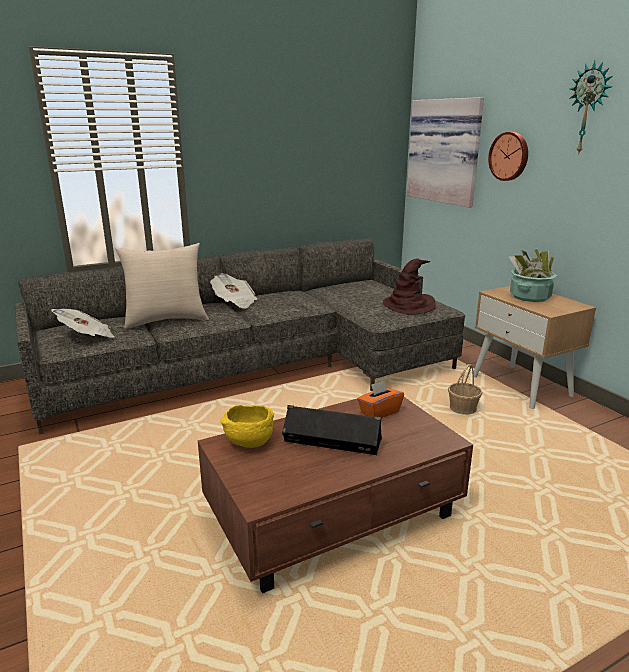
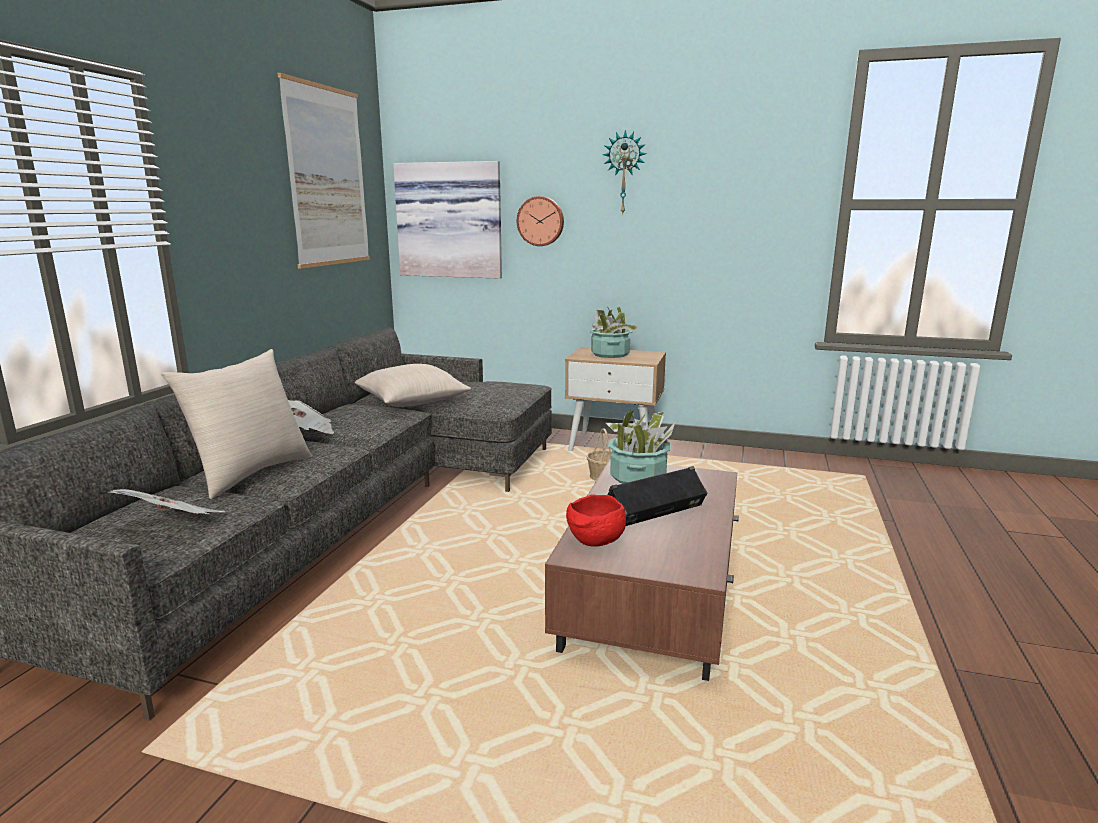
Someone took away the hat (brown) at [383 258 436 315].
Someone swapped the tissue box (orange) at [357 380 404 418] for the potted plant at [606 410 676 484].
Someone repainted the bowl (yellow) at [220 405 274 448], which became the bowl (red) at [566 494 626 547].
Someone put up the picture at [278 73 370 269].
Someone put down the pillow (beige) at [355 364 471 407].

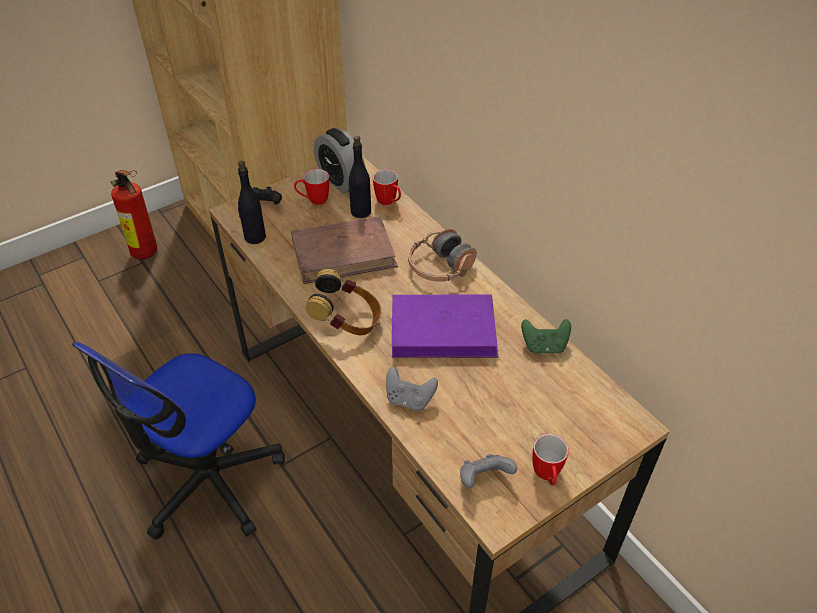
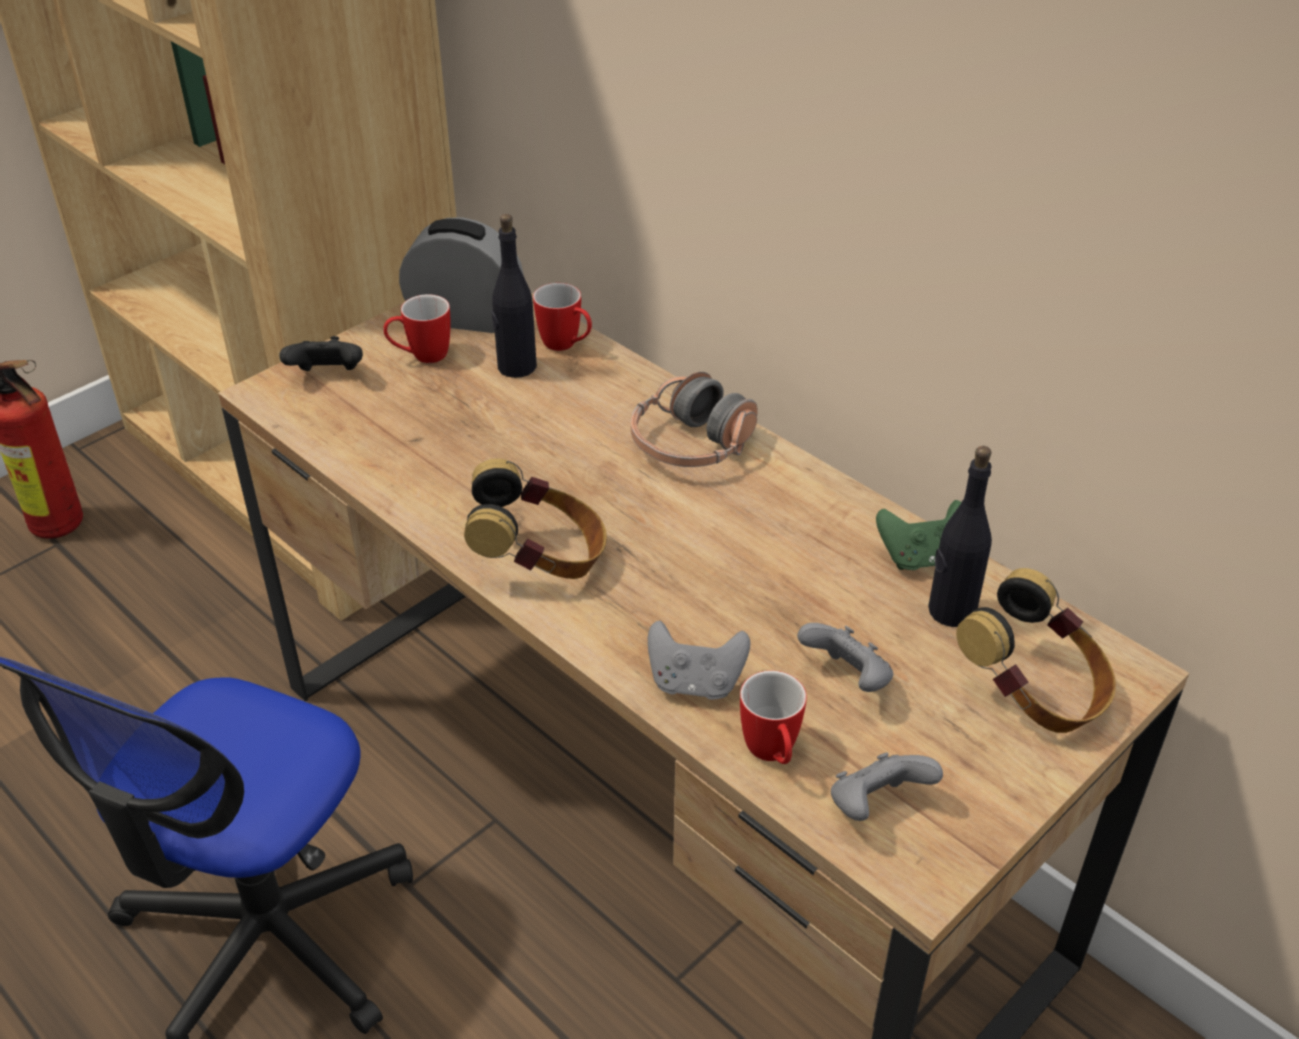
Someone rotated the alarm clock at [314 128 366 194] by 150 degrees clockwise.
Someone carried the bottle (black) from [238 161 266 244] to [928 446 992 627].
Someone took away the book (brown) at [291 216 398 284].
Someone took away the book (purple) at [392 295 498 358].
Someone carried the mug from [533 434 569 486] to [740 670 807 764].
Someone put down the headphones at [956 568 1116 733].
Someone put down the game controller (grey) at [797 623 893 692].

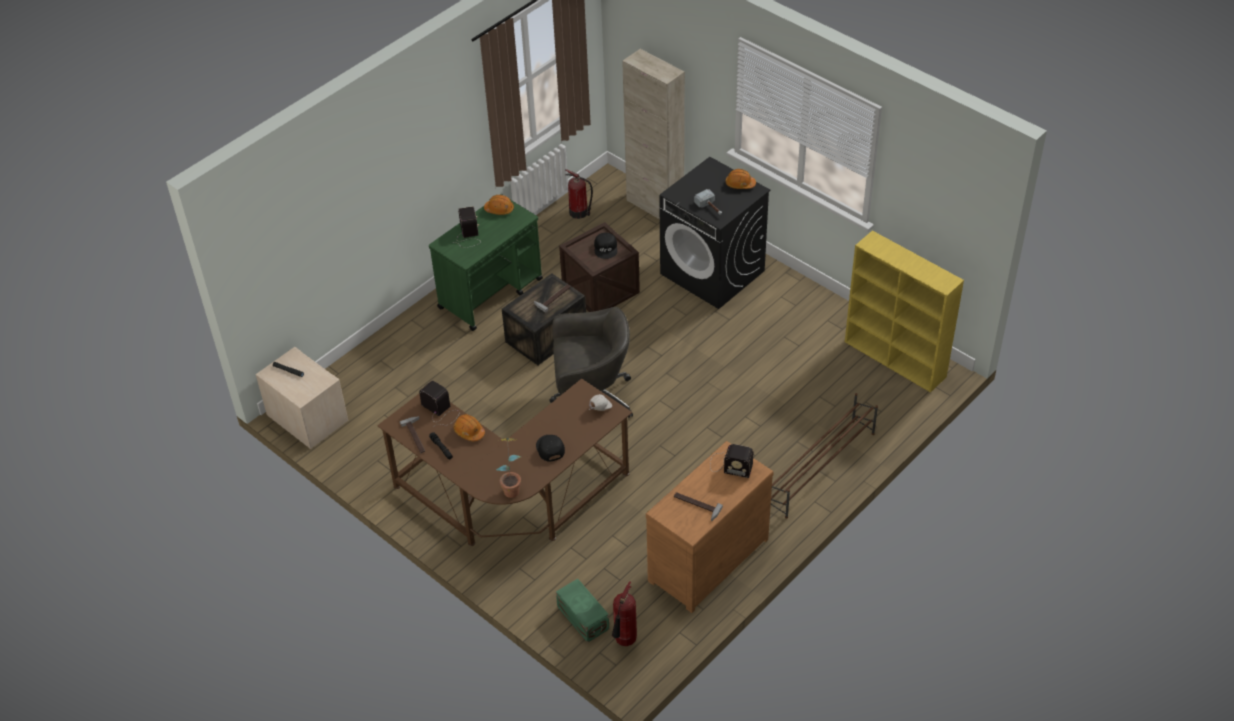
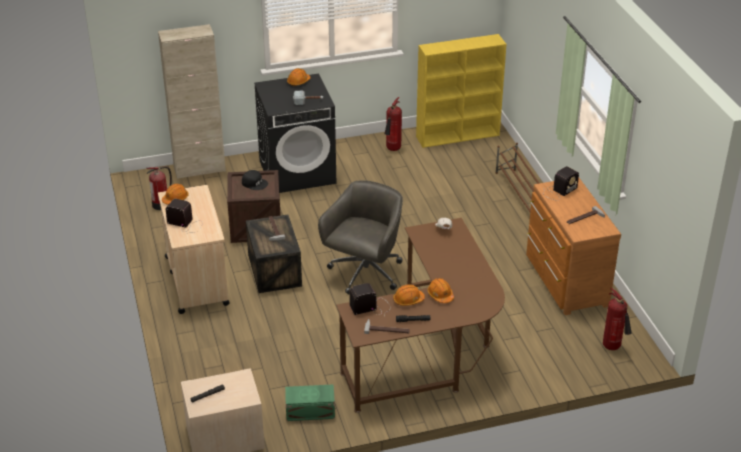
Someone repainted the cart (green) at [429 194 543 331], which became the cart (beige) at [158 185 230 314].
Someone took away the cap (black) at [536 435 565 461].
Someone took away the potted plant at [496 438 521 498].
Someone carried the storage box (green) from [556 579 609 643] to [285 384 335 421].
Someone put down the fire extinguisher at [384 97 402 151].
Someone put down the hard hat (orange) at [427 278 454 303].

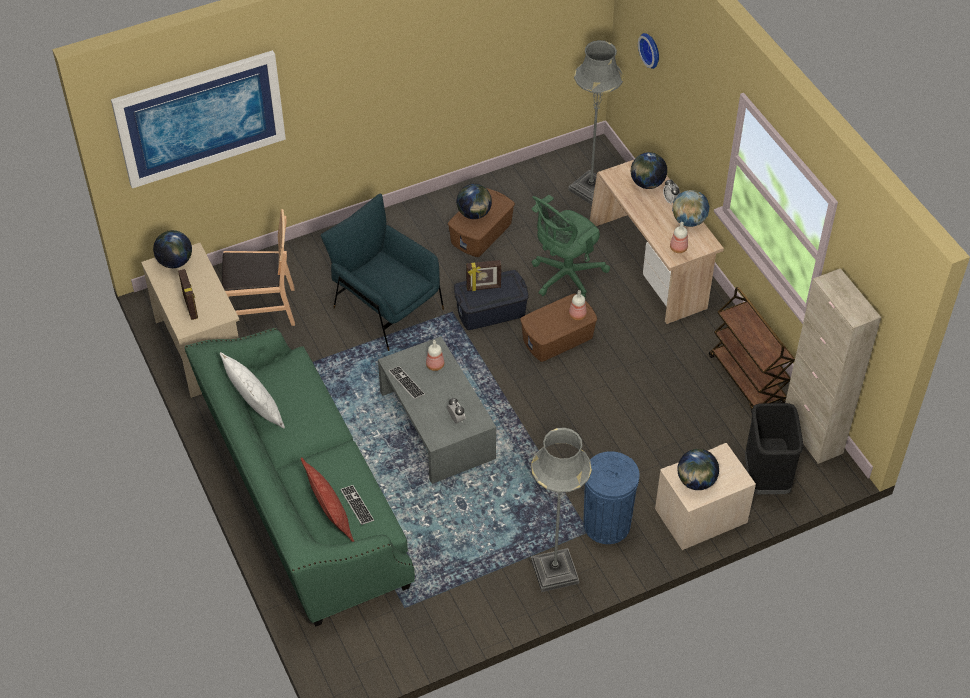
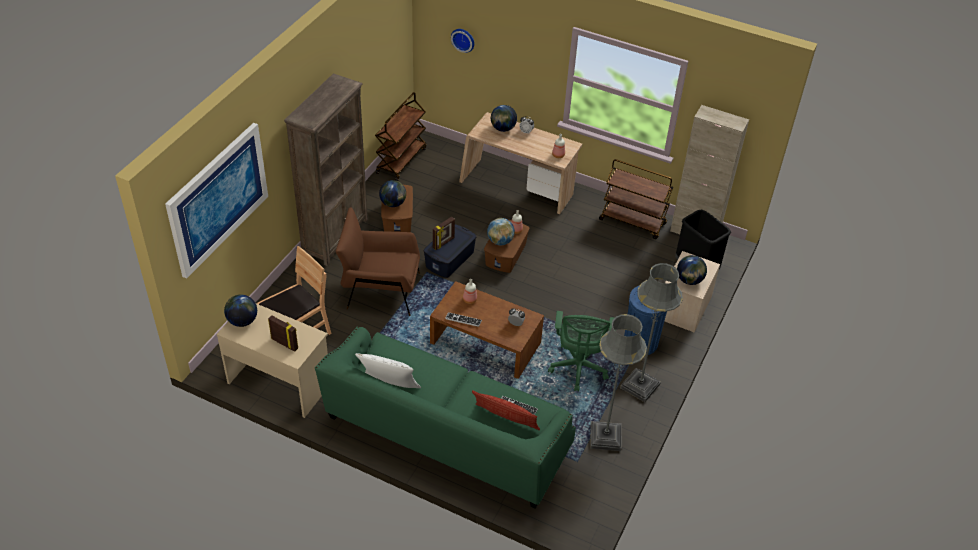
Someone carried the floor lamp (grey) from [568 40 624 205] to [590 314 647 451].
Someone carried the globe from [672 190 710 227] to [487 218 515 245].
Someone repainted the armchair (blue) at [321 194 444 351], which became the armchair (brown) at [336 207 420 316].
Someone carried the office chair (green) from [531 195 610 298] to [548 311 615 392].
Someone repainted the coffee table (grey) at [378 336 496 484], which became the coffee table (brown) at [430 281 544 379].
Someone put down the bookcase (brown) at [284 73 368 266].
Someone put down the cart (brown) at [375 92 426 181].

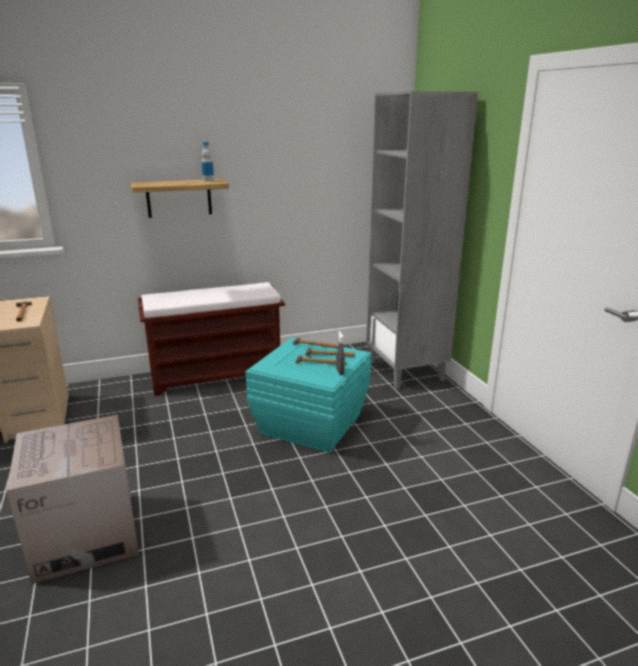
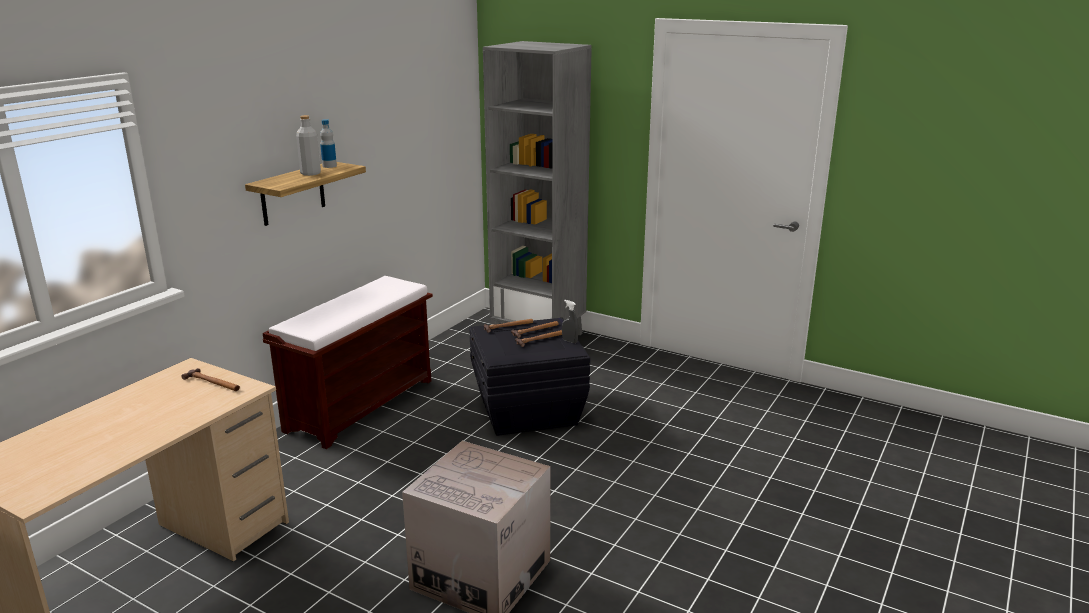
Someone repainted the storage box (turquoise) at [246 337 371 453], which became the storage box (black) at [469 318 590 436].
Someone put down the bottle (grey) at [296 115 321 176].

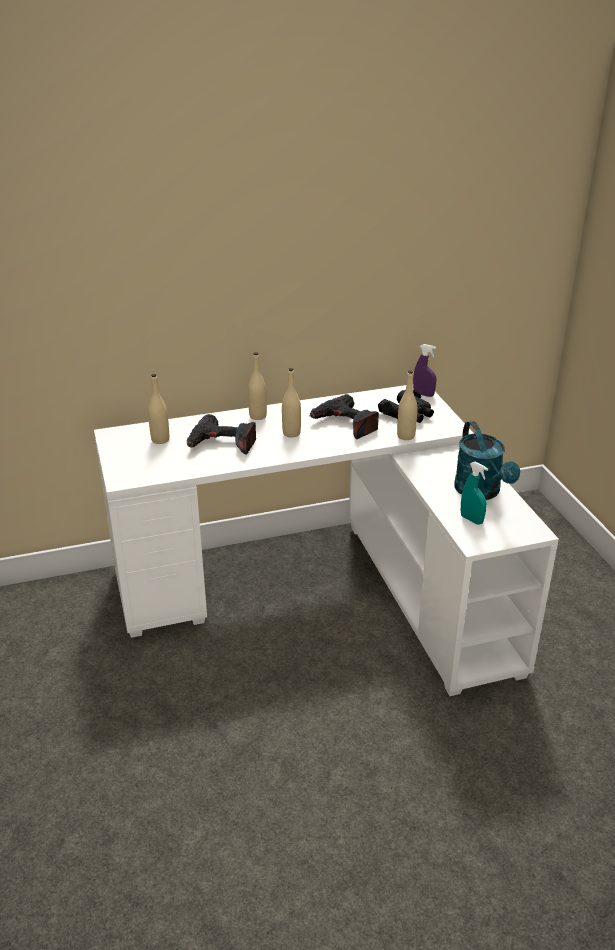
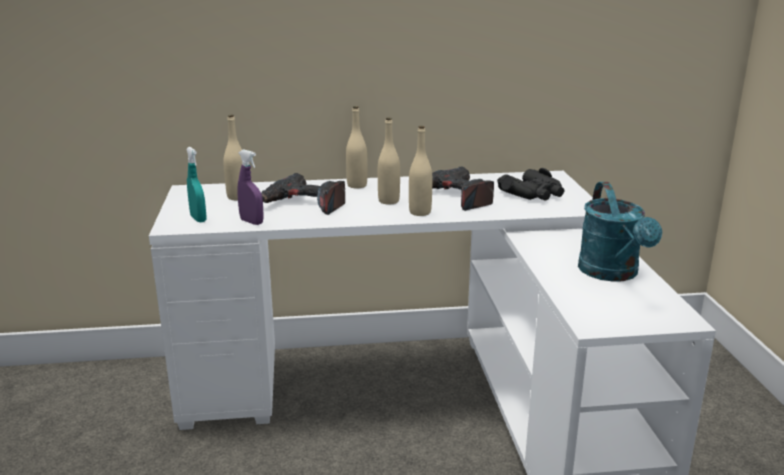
Someone carried the spray bottle (purple) from [413 344 436 397] to [237 149 264 225].
Someone carried the bottle (beige) from [397 371 418 440] to [409 126 432 216].
Someone carried the spray bottle (turquoise) from [461 462 488 525] to [186 147 206 223].

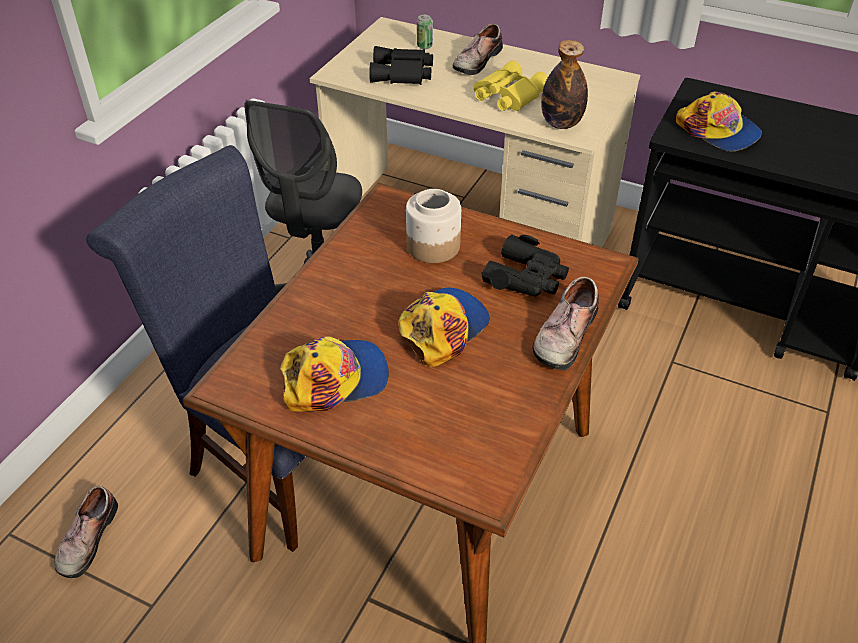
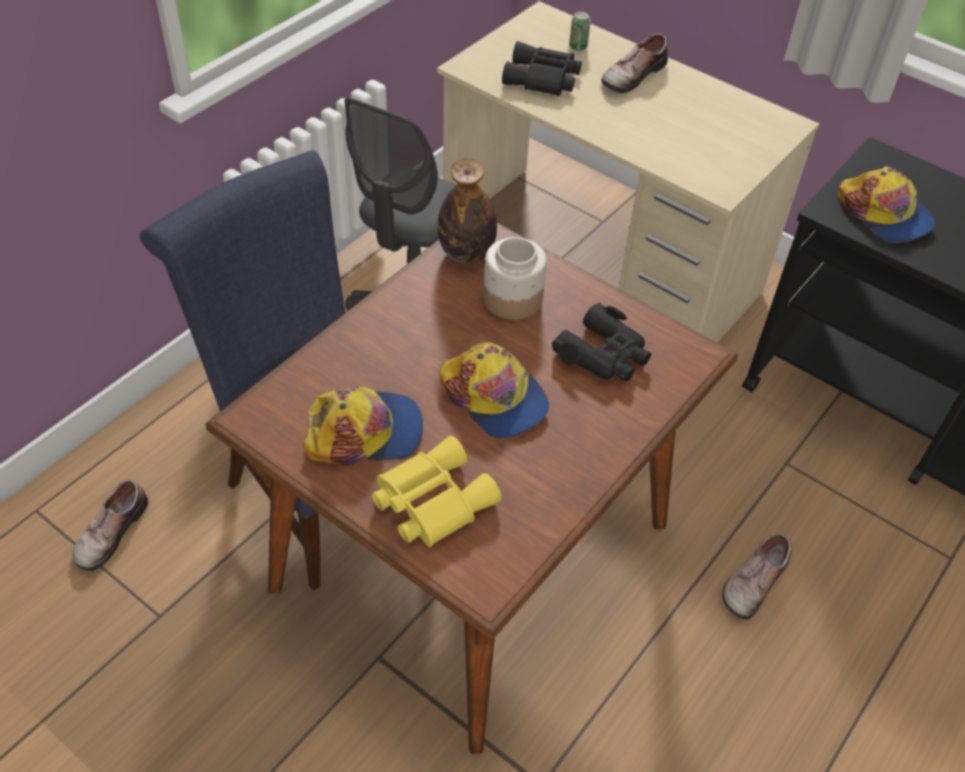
Someone carried the bottle from [541 40 588 129] to [438 158 497 264].
Someone carried the binoculars (yellow) from [474 60 548 111] to [372 436 501 548].
Someone carried the shoe from [532 277 599 370] to [722 533 791 620].
Someone rotated the cap at [399 287 490 367] by 90 degrees clockwise.

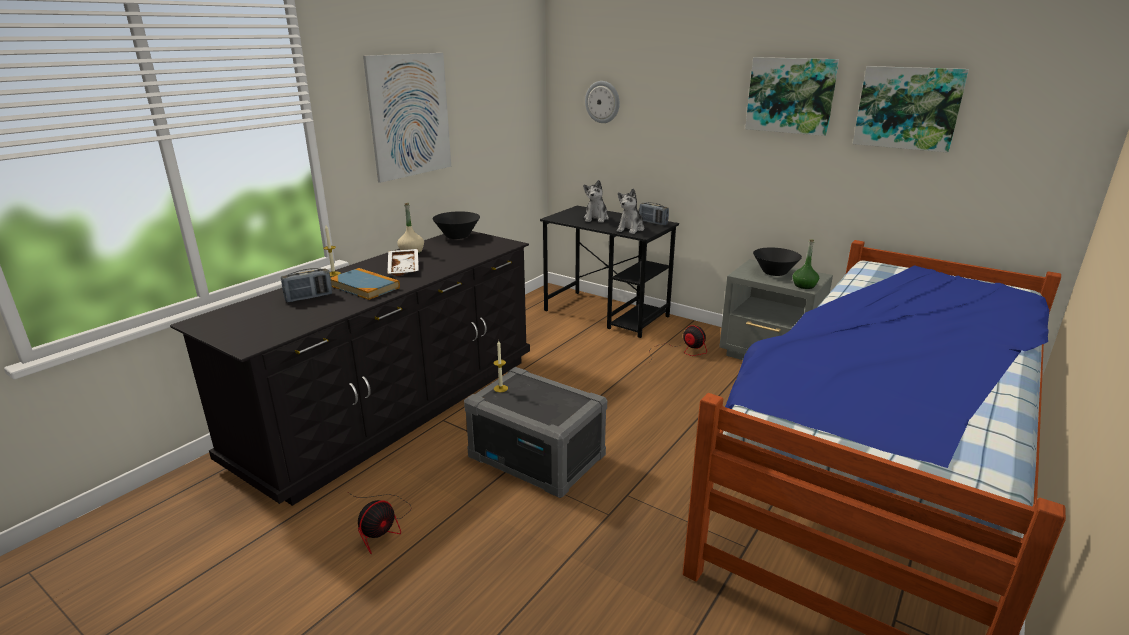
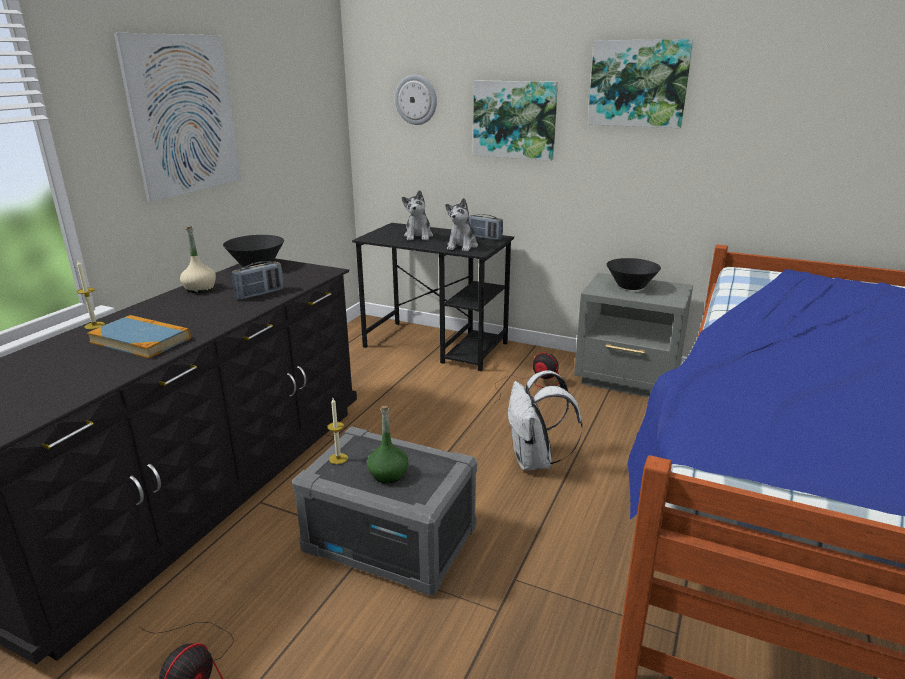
Someone carried the picture from [853 66 969 153] to [473 81 558 161].
Someone carried the bottle (green) from [793 240 819 289] to [367 406 408 483].
Someone took away the tray (white) at [387 249 419 276].
Someone carried the radio from [281 268 332 302] to [232 261 284 300].
Someone put down the backpack (white) at [508 370 583 470].

